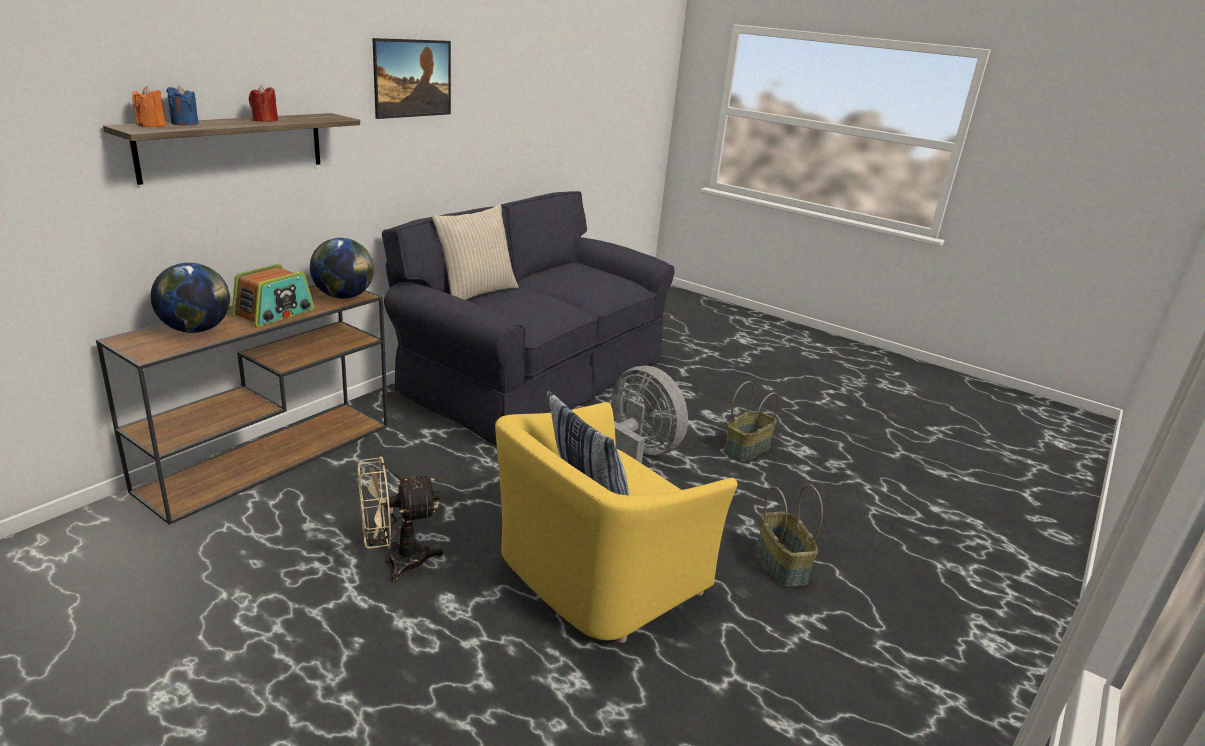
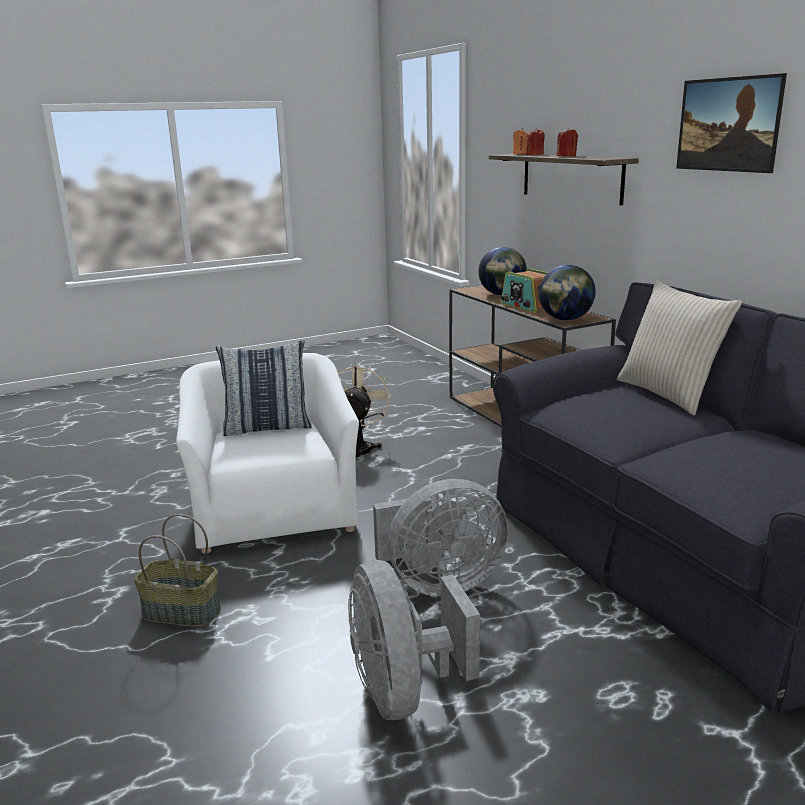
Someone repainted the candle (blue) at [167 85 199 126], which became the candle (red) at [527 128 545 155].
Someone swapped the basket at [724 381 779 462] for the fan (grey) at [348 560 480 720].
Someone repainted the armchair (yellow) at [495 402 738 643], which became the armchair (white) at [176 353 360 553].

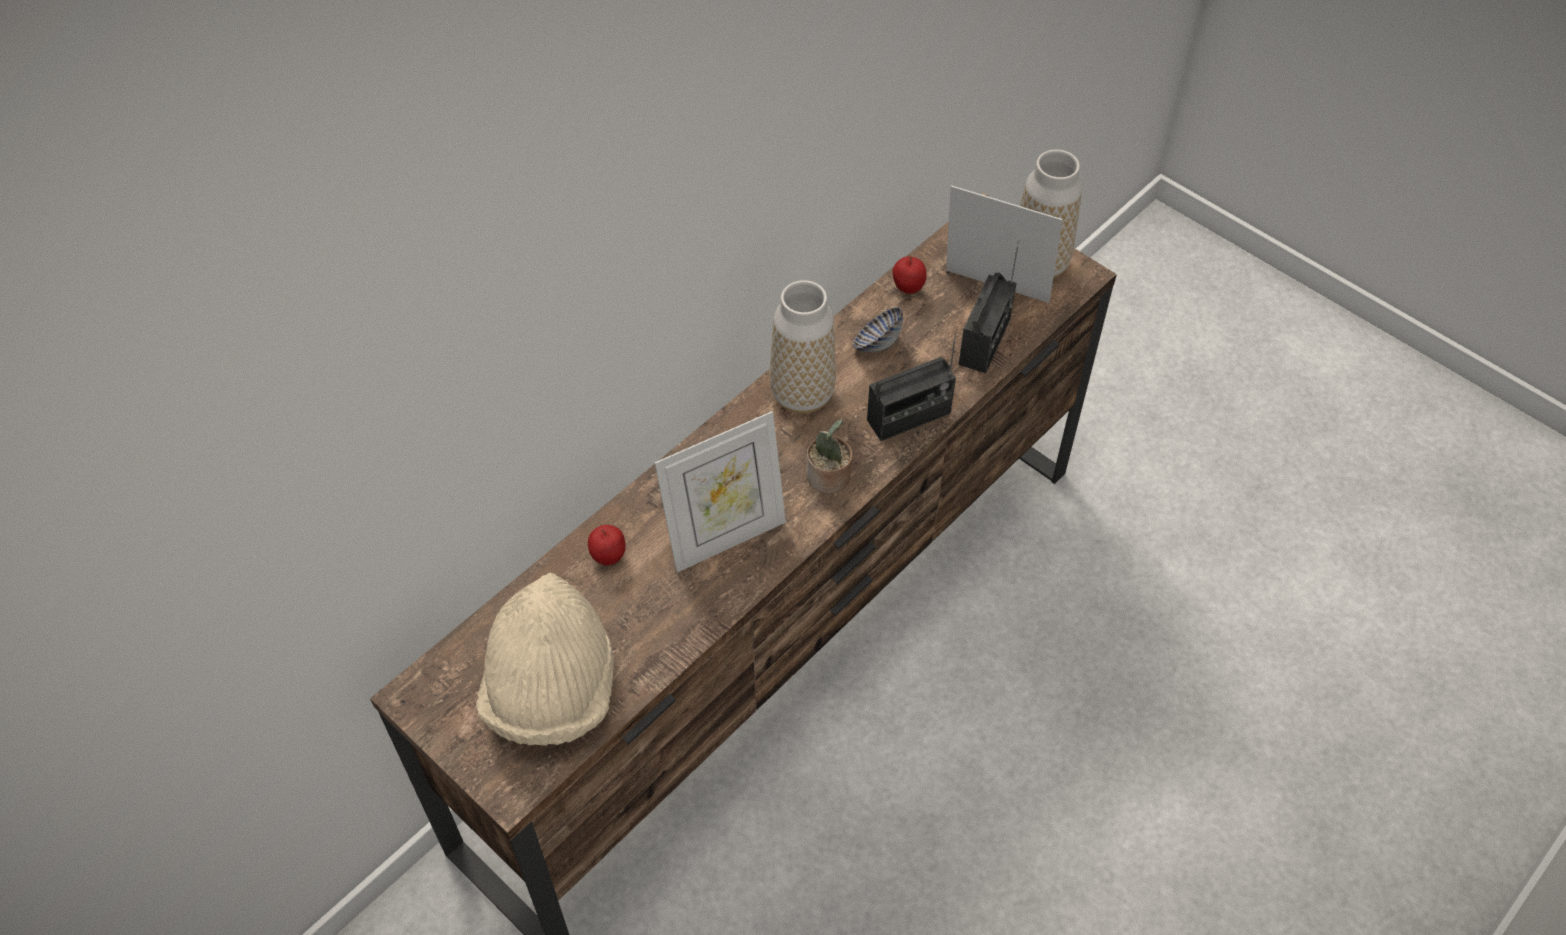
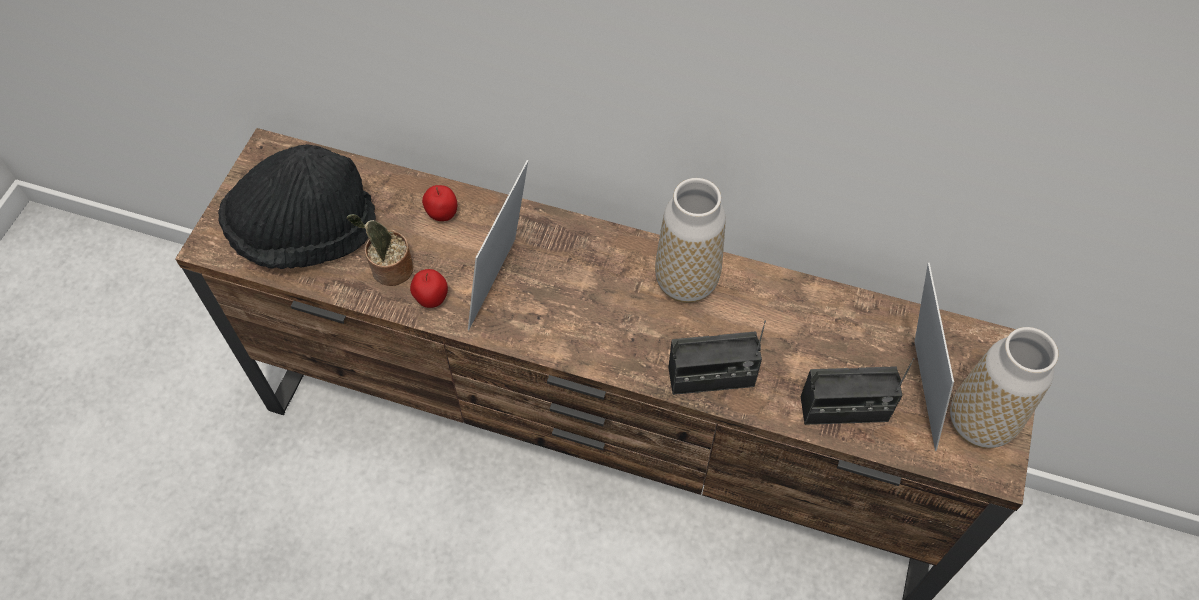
Someone carried the apple from [893 256 927 294] to [410 269 448 308].
Someone took away the bowl at [853 307 903 352].
Someone rotated the radio at [867 333 956 441] by 45 degrees counterclockwise.
Someone rotated the picture frame at [655 411 786 573] by 75 degrees clockwise.
Someone carried the potted plant from [806 419 853 494] to [346 214 413 286].
Someone repainted the hat (beige) at [476 572 614 746], which became the hat (black) at [218 144 376 269].

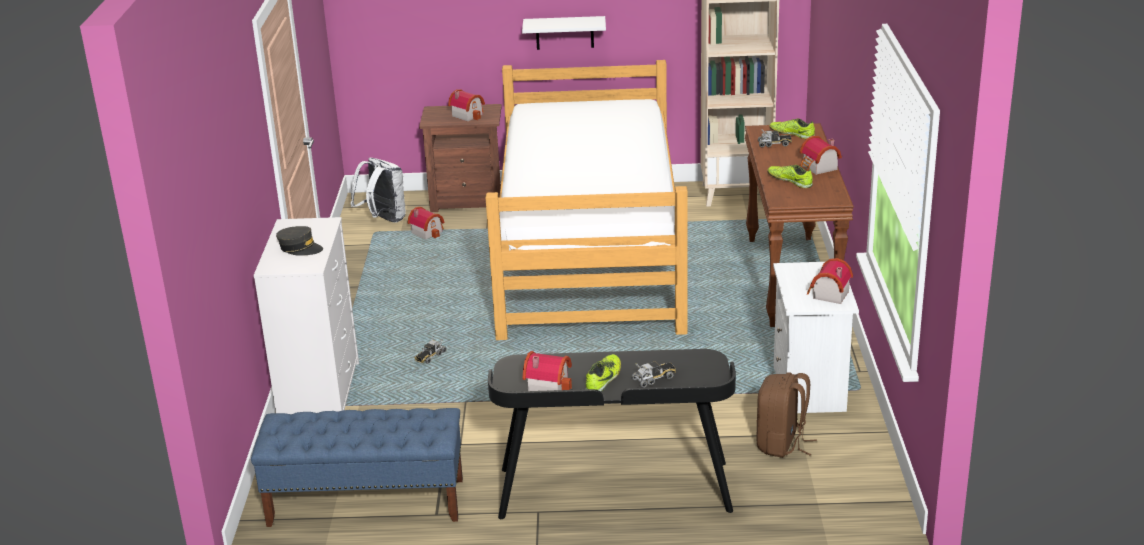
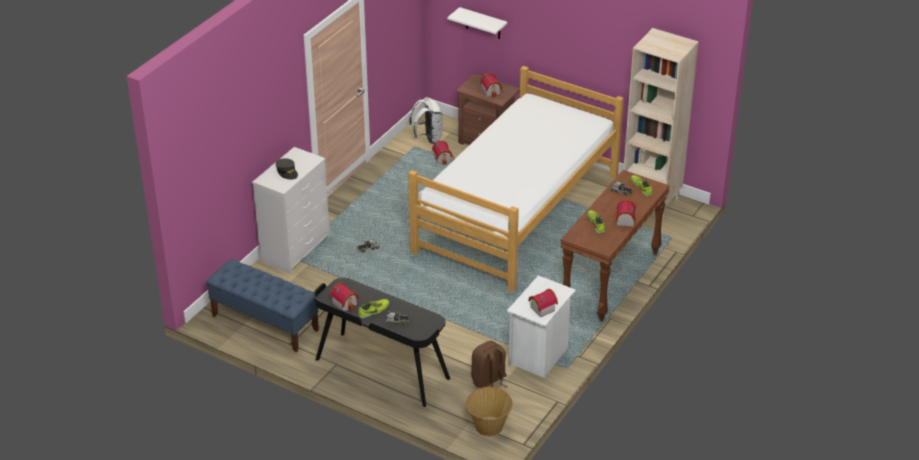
Someone carried the shelf (white) from [522 16 606 50] to [447 7 508 39].
Someone put down the basket at [466 387 513 436].

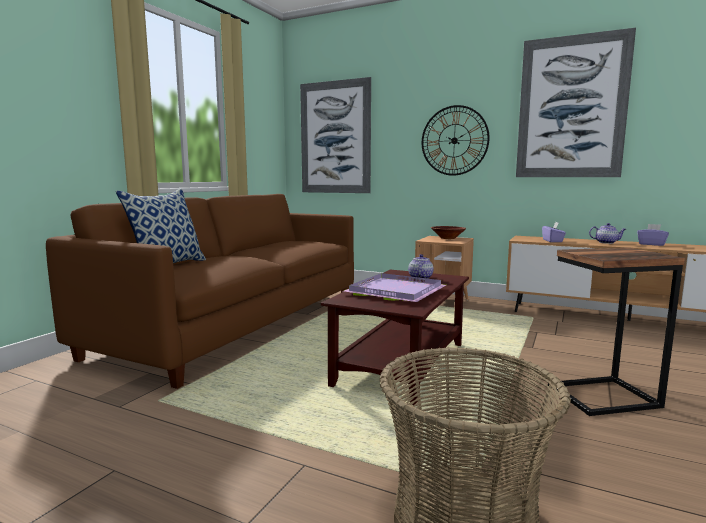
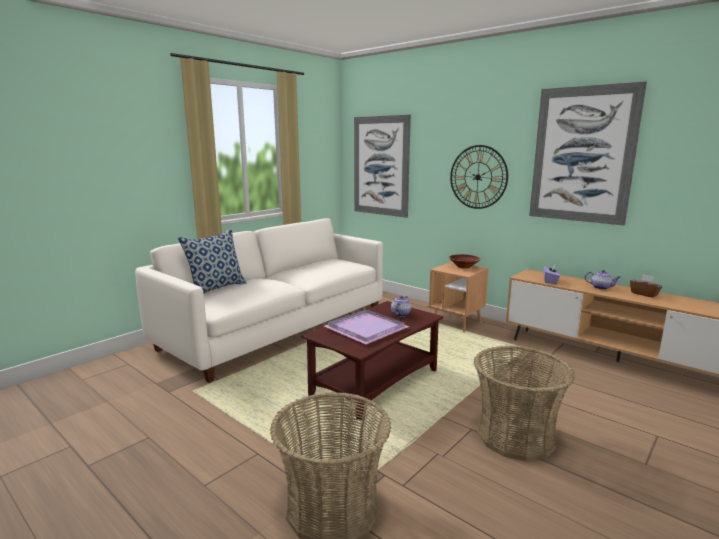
Someone repainted the sofa (brown) at [46 194 354 389], which became the sofa (white) at [135 218 383 383].
Someone repainted the tissue box (purple) at [637 224 669 246], which became the tissue box (brown) at [630 274 662 298].
Someone swapped the side table at [548 247 685 416] for the basket at [474 346 575 461].

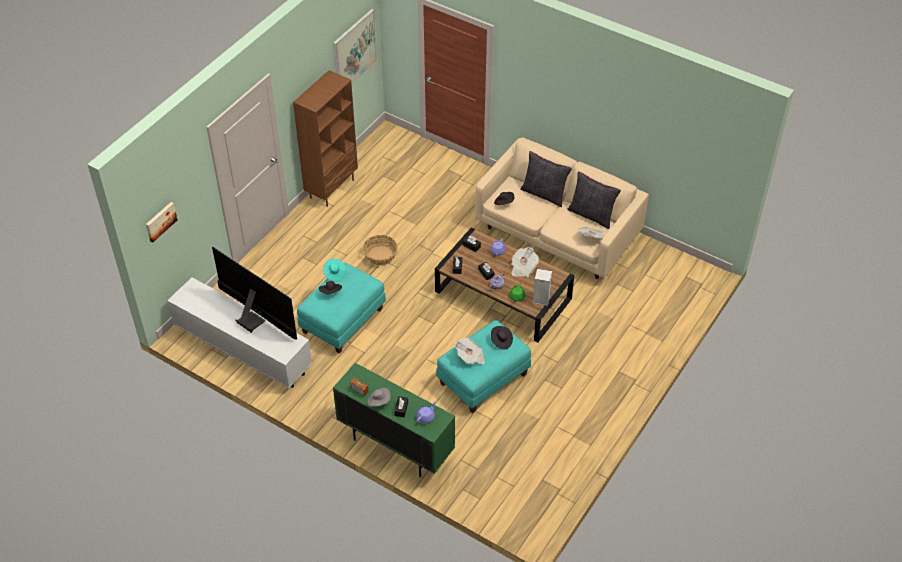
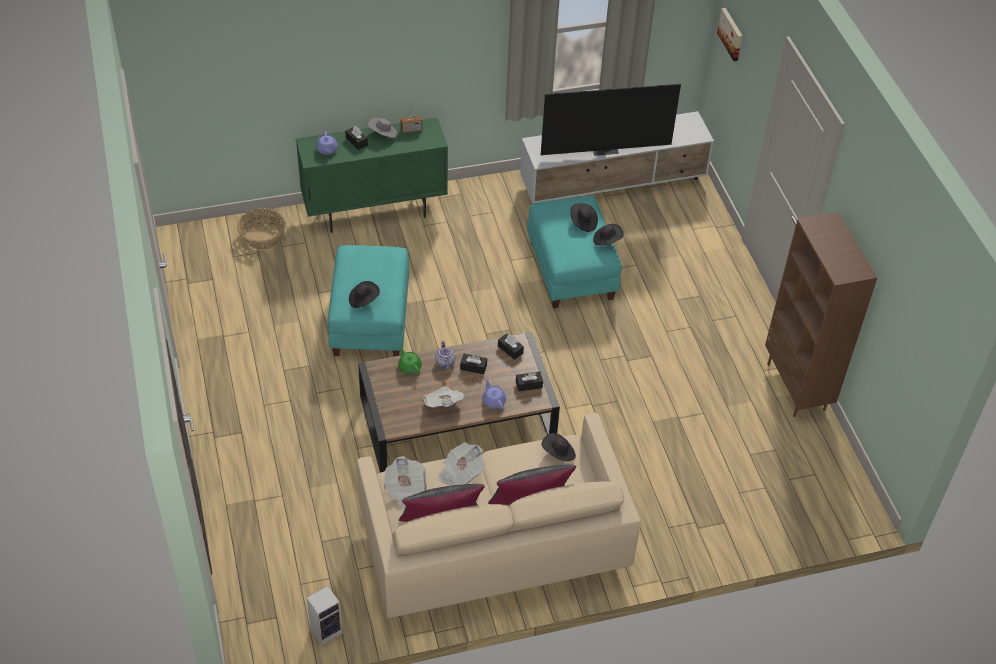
Someone took away the picture at [333 9 377 84].
Someone carried the basket from [363 235 398 265] to [237 208 286 250].
Someone repainted the hat (turquoise) at [323 259 346 282], which became the hat (black) at [593 224 624 246].
Someone carried the speaker from [533 269 552 306] to [306 586 343 645].
Someone carried the newspaper from [455 337 485 365] to [438 442 485 486].

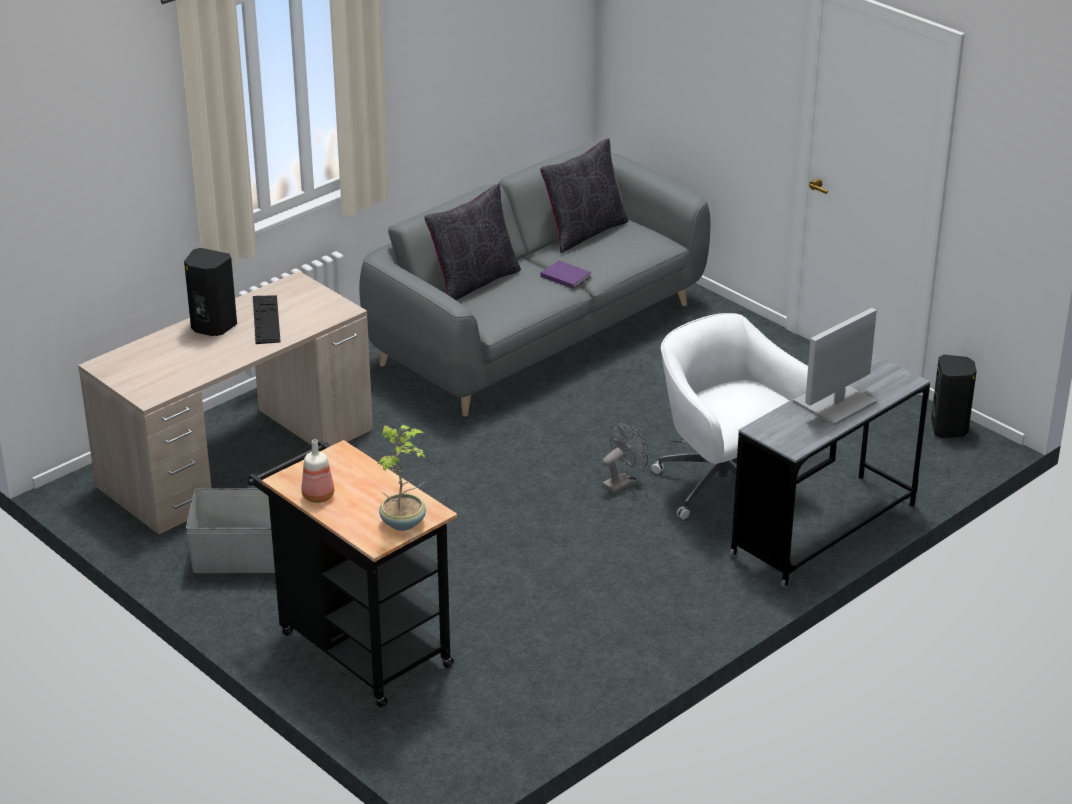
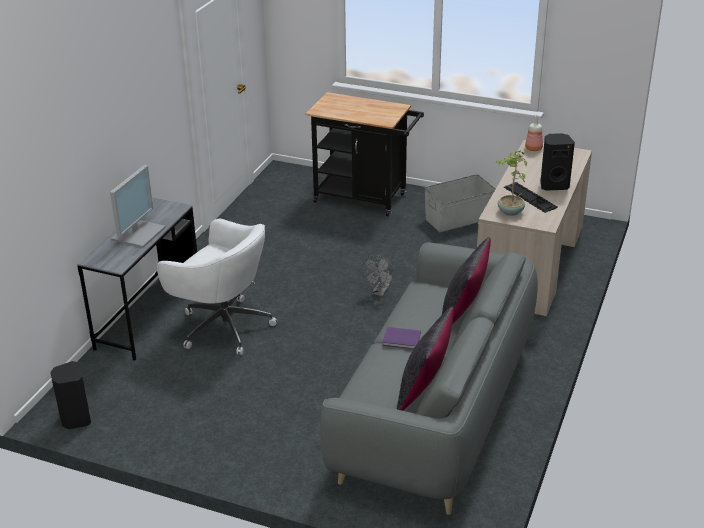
Someone carried the fan (grey) from [602 423 648 493] to [362 255 395 297].
Someone carried the potted plant from [377 425 426 531] to [495 150 527 216].
Someone carried the bottle from [301 439 334 503] to [525 115 543 151].

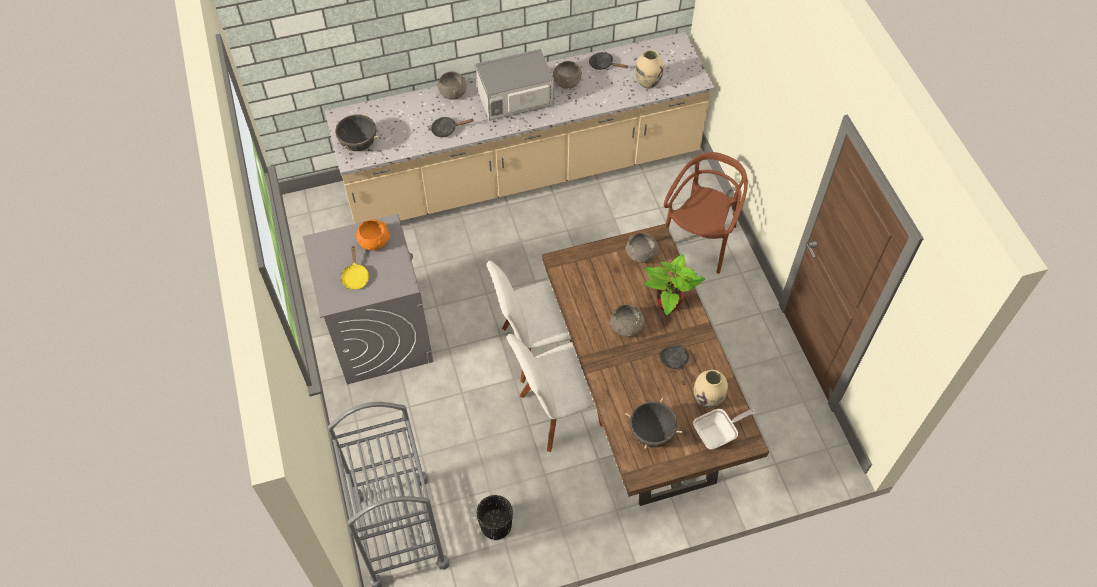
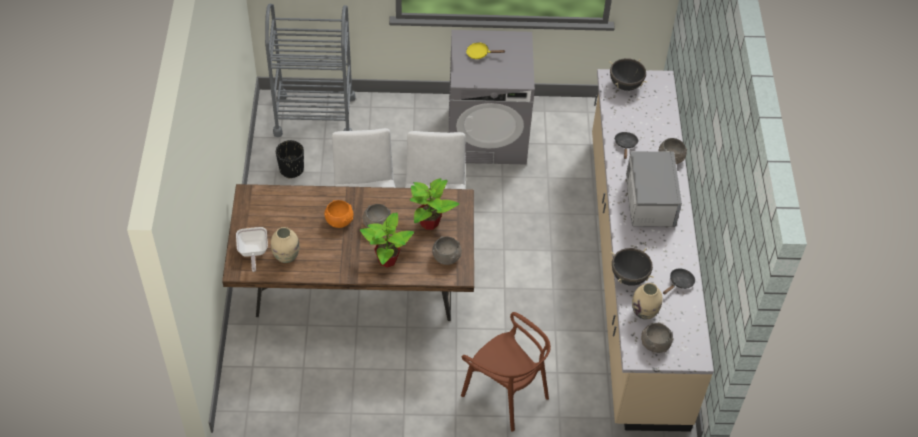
Someone carried the bowl (grey) from [553 61 582 88] to [641 322 674 353].
Someone carried the bowl (orange) from [356 220 390 250] to [324 200 354 228].
Someone took away the frying pan (black) at [660 345 689 385].
Someone carried the cooking pot (black) from [625 398 682 449] to [611 248 654 286].
Someone put down the potted plant at [410 178 459 230].

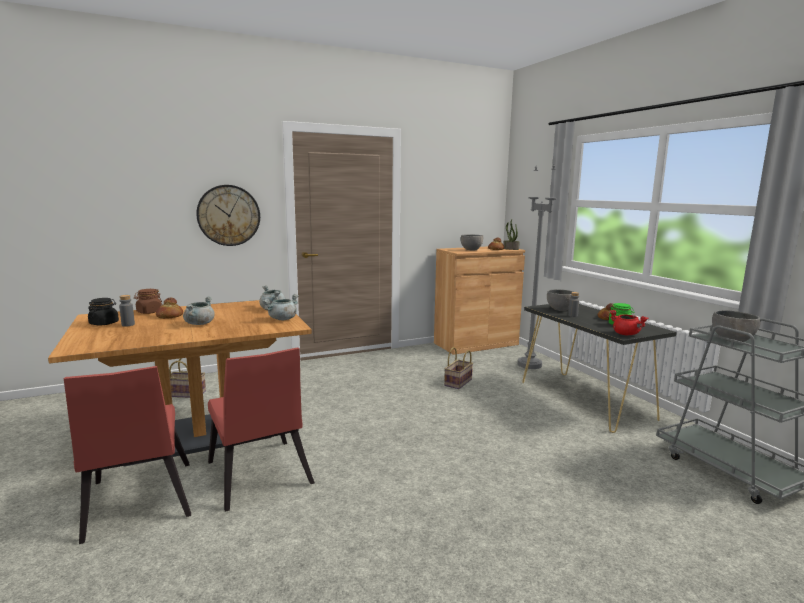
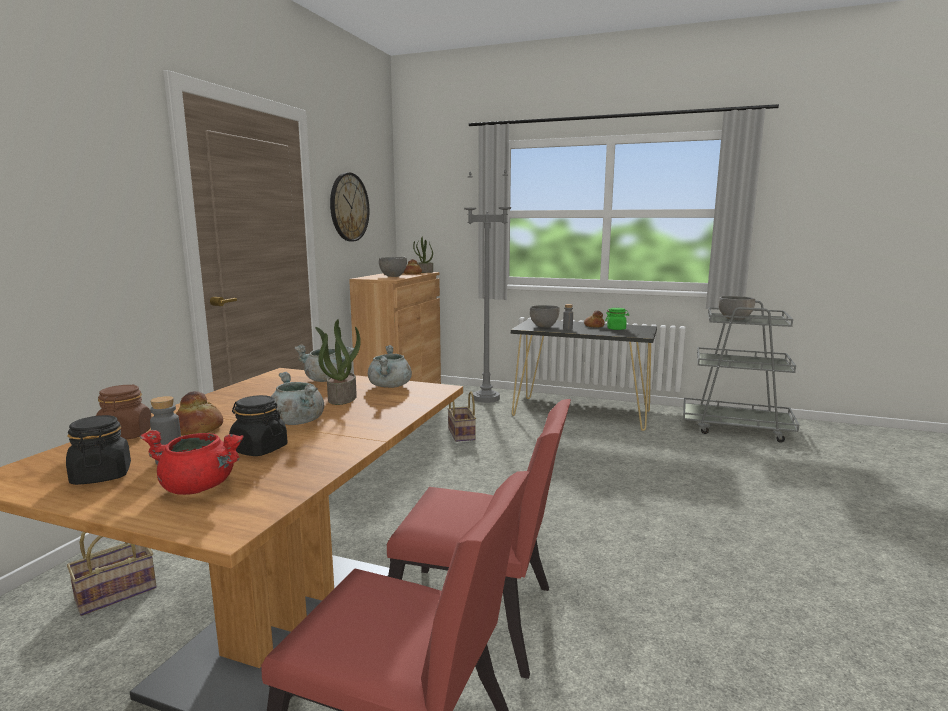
Someone carried the wall clock from [196 185 260 246] to [330 173 369 241].
Someone carried the cooking pot (red) from [609 310 648 335] to [139 430 244 495].
Someone put down the potted plant at [315 319 361 405].
Someone put down the jar (black) at [229 395 287 456].

